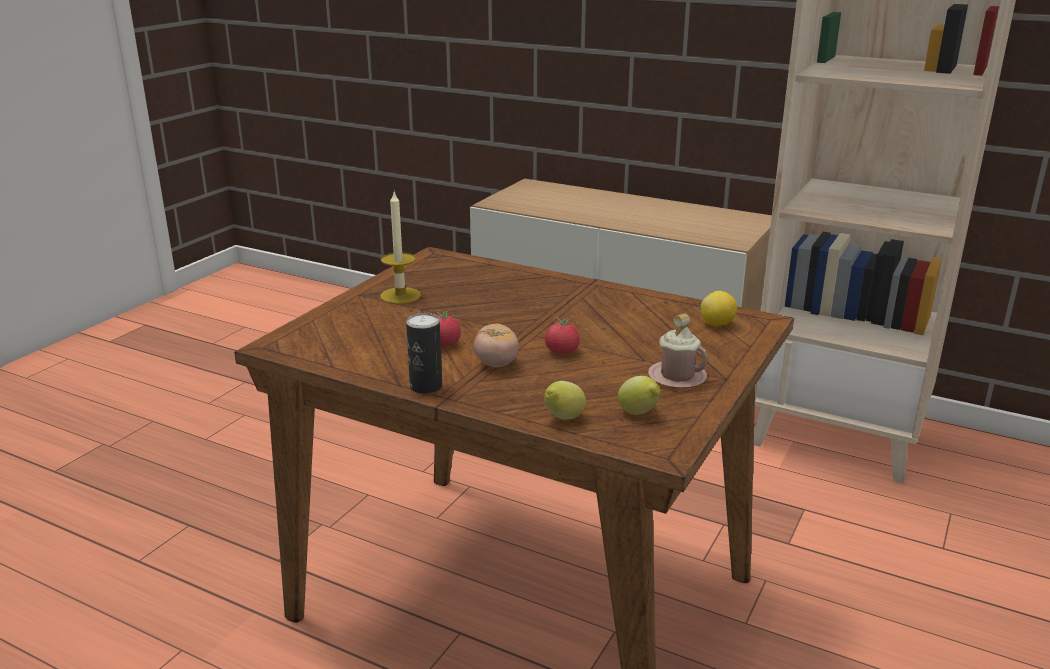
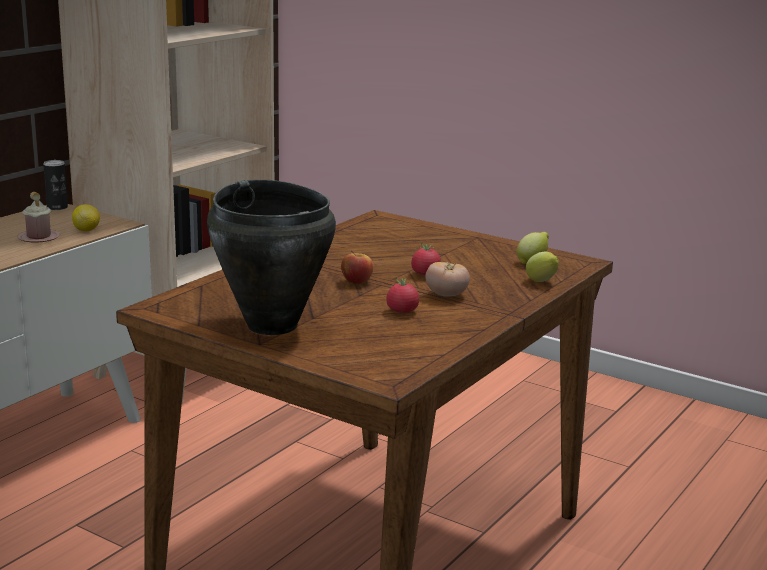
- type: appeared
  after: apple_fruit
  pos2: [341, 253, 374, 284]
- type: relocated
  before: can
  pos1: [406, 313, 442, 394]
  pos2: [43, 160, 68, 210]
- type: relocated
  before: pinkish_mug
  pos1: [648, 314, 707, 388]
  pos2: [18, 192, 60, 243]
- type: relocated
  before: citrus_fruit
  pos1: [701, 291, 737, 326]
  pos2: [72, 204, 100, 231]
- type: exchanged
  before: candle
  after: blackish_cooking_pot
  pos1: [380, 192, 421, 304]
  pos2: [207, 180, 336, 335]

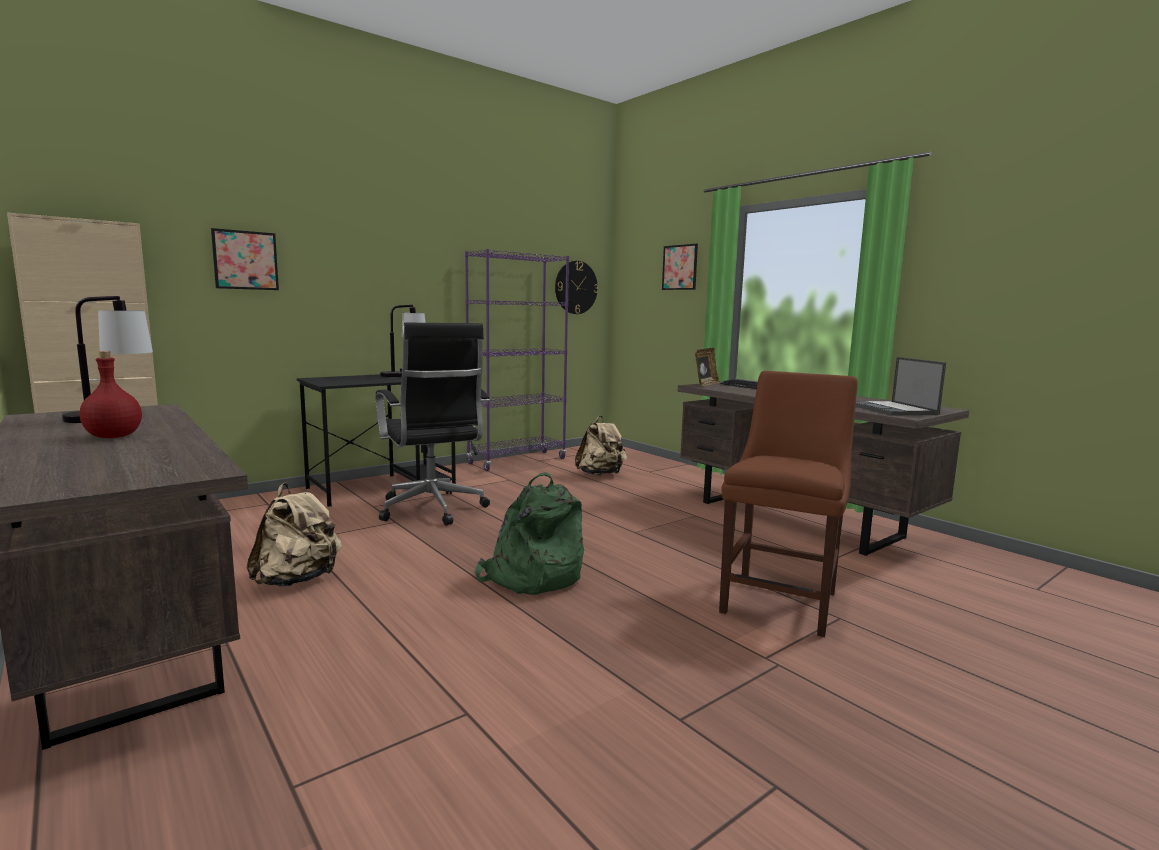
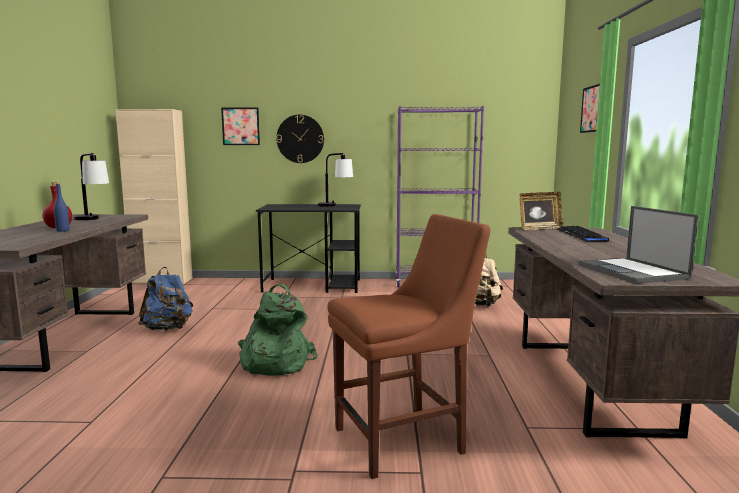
- type: missing
  before: blackish_office_chair
  pos1: [375, 323, 490, 526]
- type: appeared
  after: blue-coloured_beverage_bottle
  pos2: [54, 184, 70, 232]
- type: relocated
  before: wall_clock
  pos1: [555, 261, 598, 314]
  pos2: [276, 115, 324, 163]
- type: colour
  before: sand-coloured_backpack
  after: blue-coloured_backpack
  pos1: [247, 483, 342, 587]
  pos2: [138, 267, 193, 330]
- type: spun
  before: notebook_computer
  pos1: [855, 357, 946, 416]
  pos2: [578, 206, 699, 284]
  turn: -45

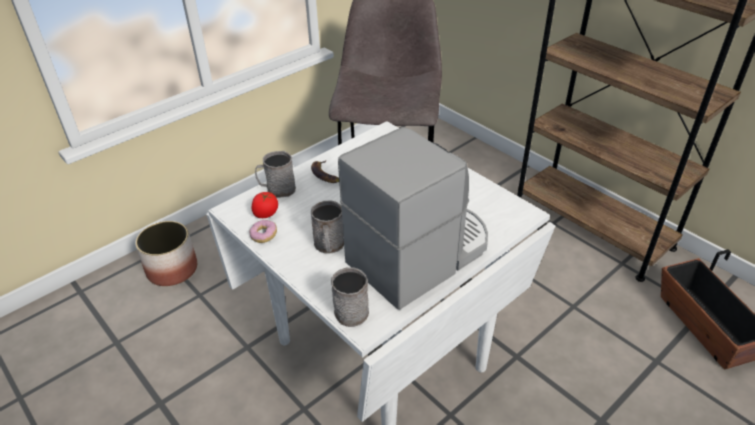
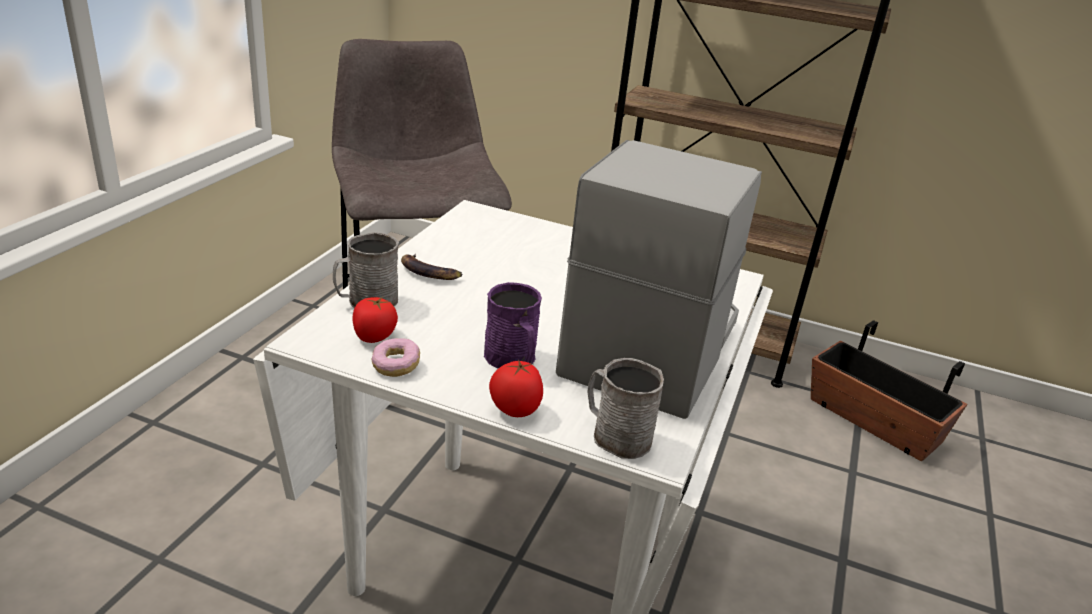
- type: missing
  before: planter
  pos1: [135, 221, 197, 286]
- type: appeared
  after: tomato
  pos2: [489, 359, 543, 417]
- type: colour
  before: greyish_mug
  after: purple_mug
  pos1: [311, 200, 344, 254]
  pos2: [484, 282, 542, 368]

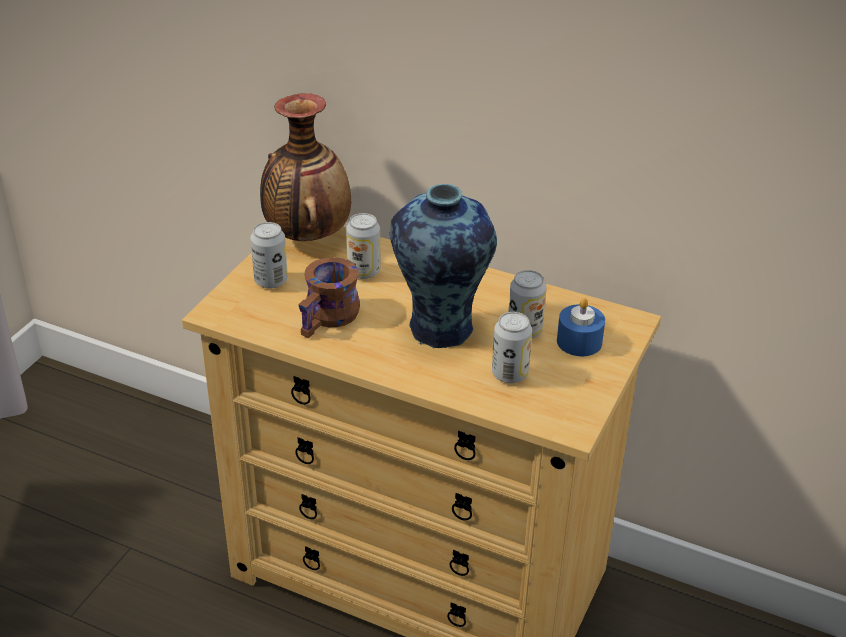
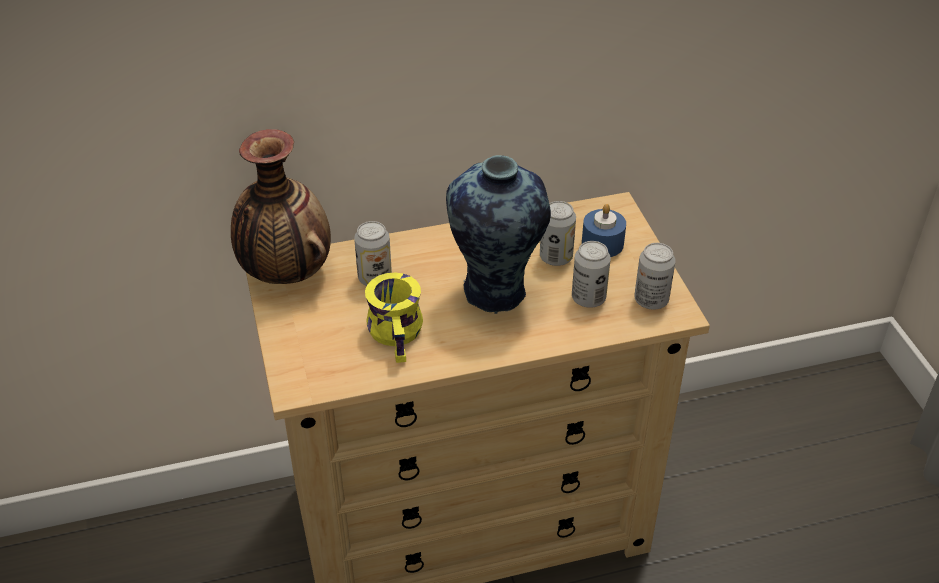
- type: relocated
  before: can
  pos1: [251, 222, 288, 289]
  pos2: [634, 243, 676, 310]
- type: colour
  before: brownish_mug
  after: yellowish_mug
  pos1: [298, 257, 360, 338]
  pos2: [365, 273, 423, 363]

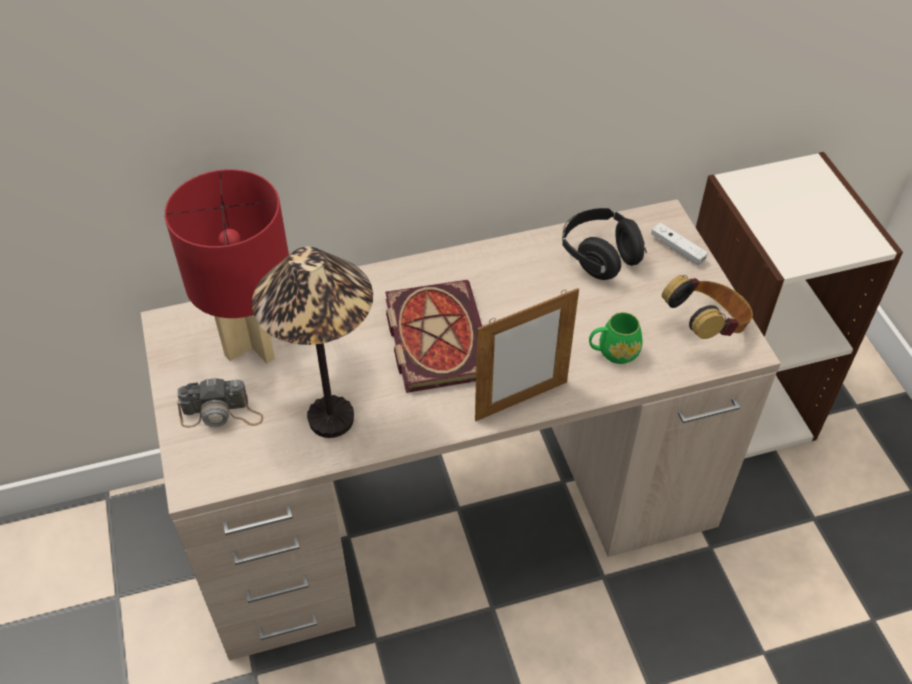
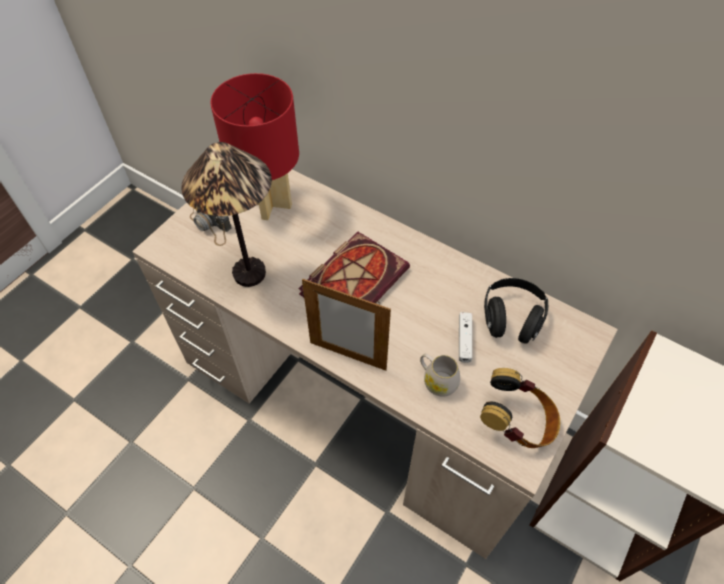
- type: relocated
  before: whitish_game_controller
  pos1: [651, 223, 708, 266]
  pos2: [459, 312, 472, 363]
- type: colour
  before: greenish_mug
  after: whitish_mug
  pos1: [589, 312, 642, 364]
  pos2: [420, 354, 460, 397]

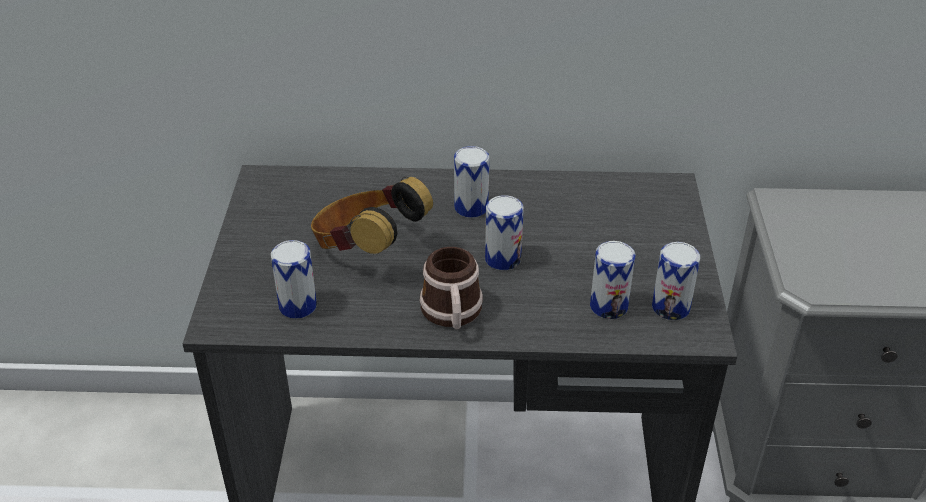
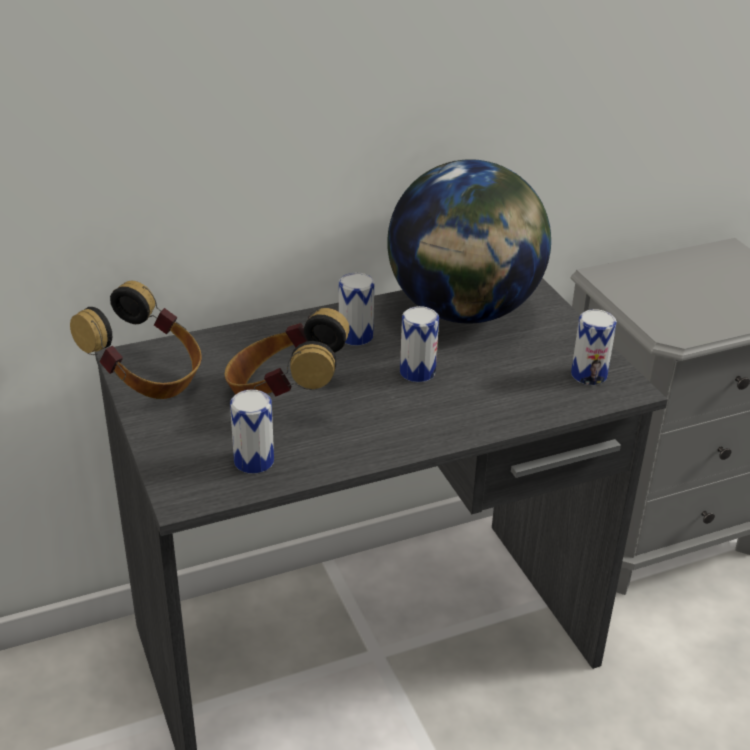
- type: missing
  before: mug
  pos1: [420, 247, 483, 329]
- type: missing
  before: can
  pos1: [590, 241, 636, 319]
- type: appeared
  after: headphones
  pos2: [70, 281, 202, 399]
- type: appeared
  after: world_globe
  pos2: [387, 159, 551, 324]

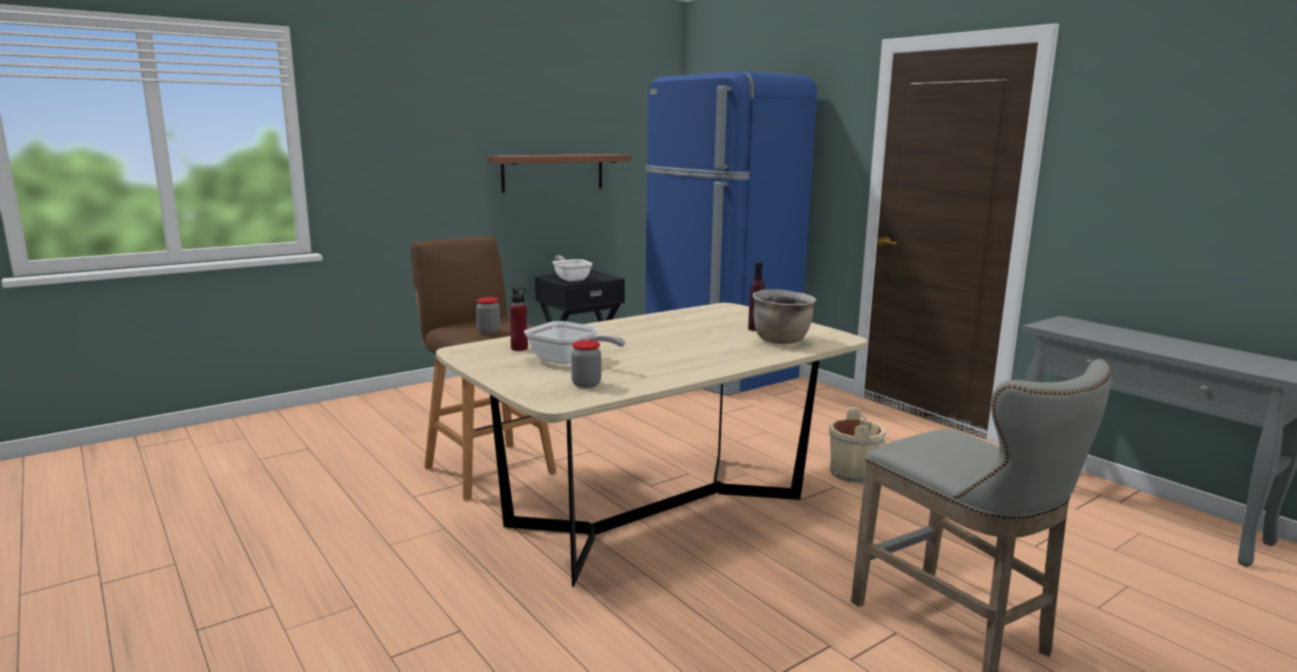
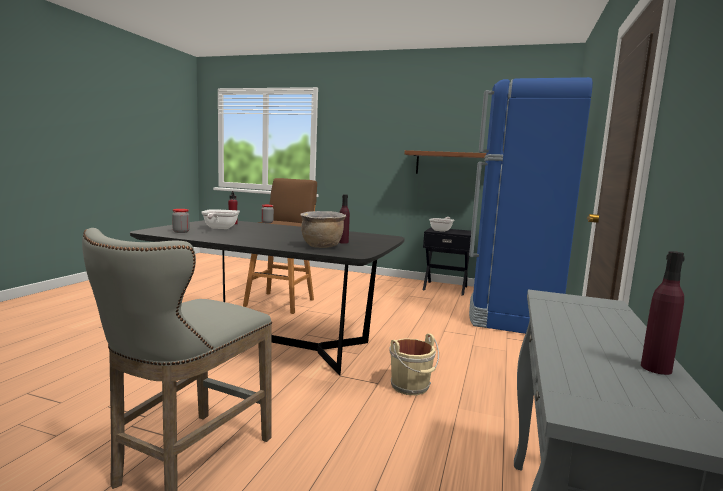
- type: appeared
  after: purple_beverage_bottle
  pos2: [641, 251, 685, 375]
- type: colour
  before: sand-coloured_kitchen_table
  after: blackish_kitchen_table
  pos1: [436, 303, 868, 587]
  pos2: [130, 220, 405, 376]

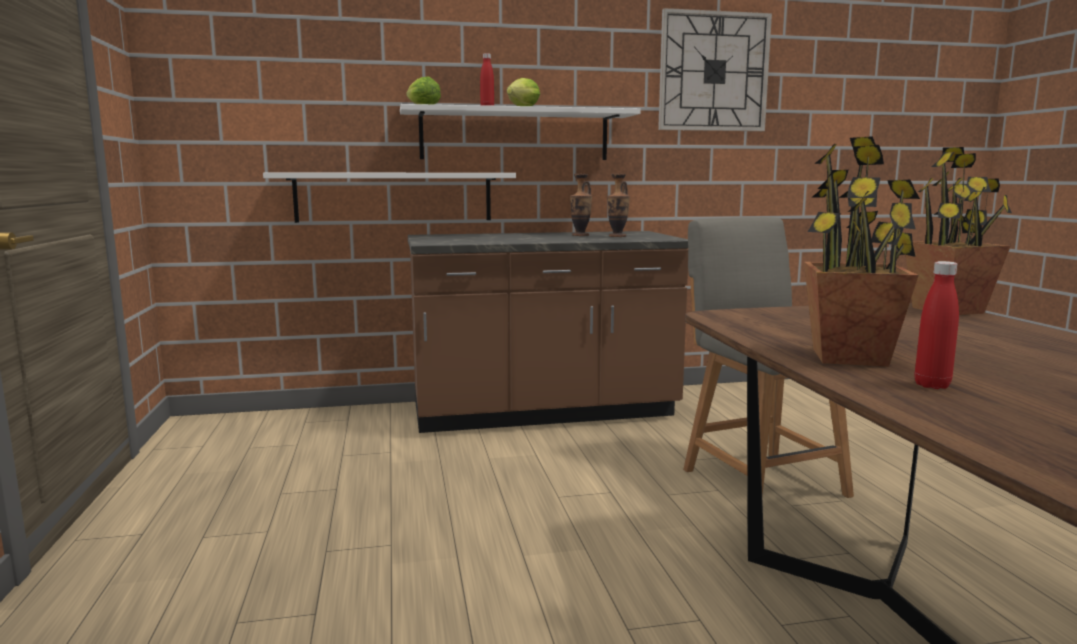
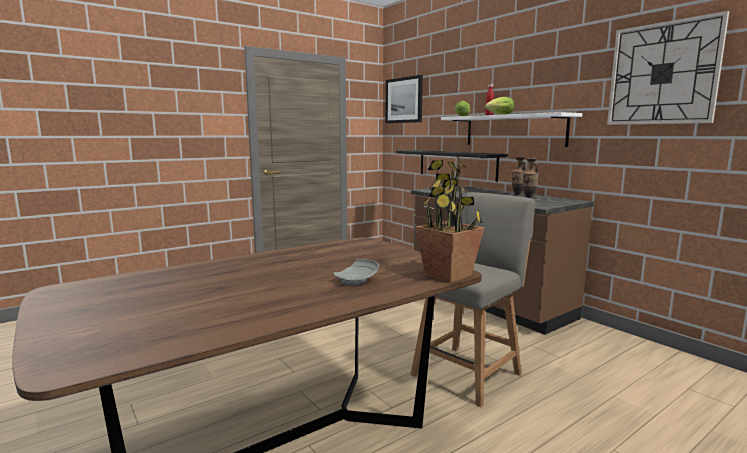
- type: missing
  before: potted_plant
  pos1: [804, 136, 920, 367]
- type: missing
  before: red-coloured_beverage_bottle
  pos1: [915, 261, 959, 389]
- type: appeared
  after: greyish_flat_dish
  pos2: [334, 259, 379, 285]
- type: appeared
  after: wall_picture
  pos2: [386, 75, 423, 123]
- type: colour
  before: whitish_bracket_shelf
  after: blackish_bracket_shelf
  pos1: [263, 173, 516, 223]
  pos2: [396, 150, 508, 182]

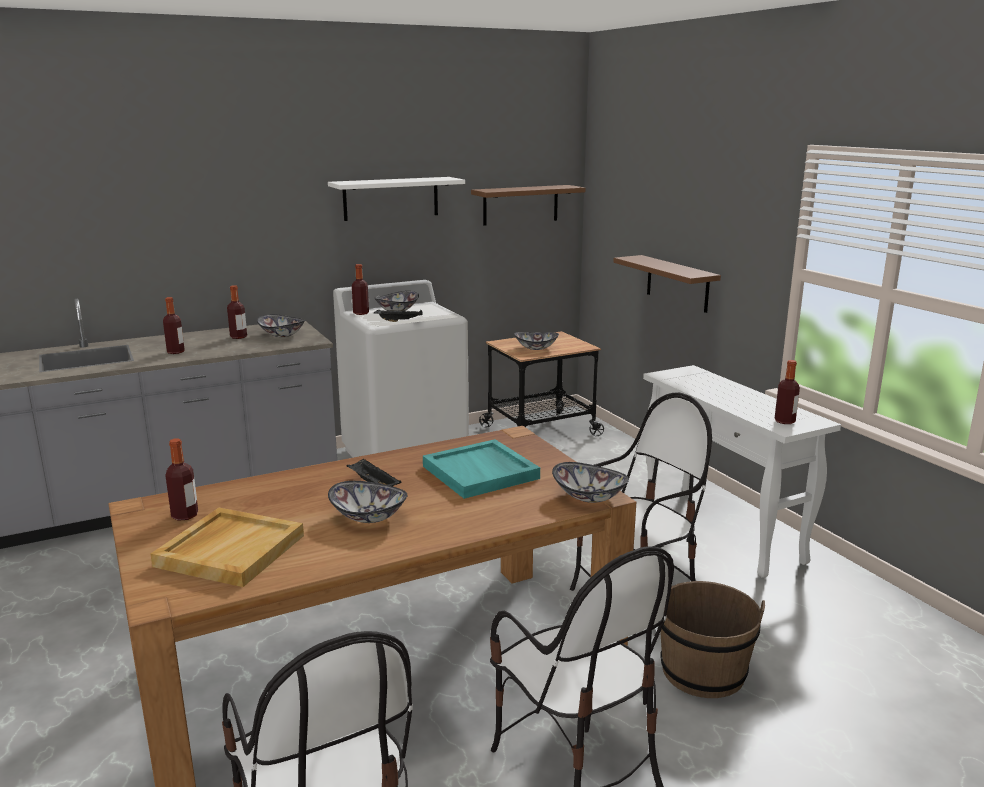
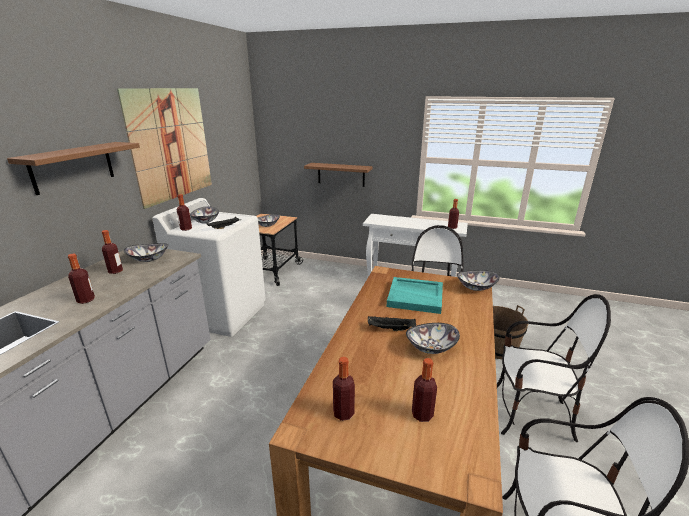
- type: relocated
  before: brownish_bracket_shelf
  pos1: [471, 185, 586, 226]
  pos2: [7, 142, 140, 195]
- type: exchanged
  before: sand-coloured_tray
  after: beverage_bottle
  pos1: [150, 508, 304, 587]
  pos2: [412, 358, 437, 422]
- type: exchanged
  before: whitish_bracket_shelf
  after: wall_picture
  pos1: [328, 177, 465, 221]
  pos2: [117, 88, 212, 209]

